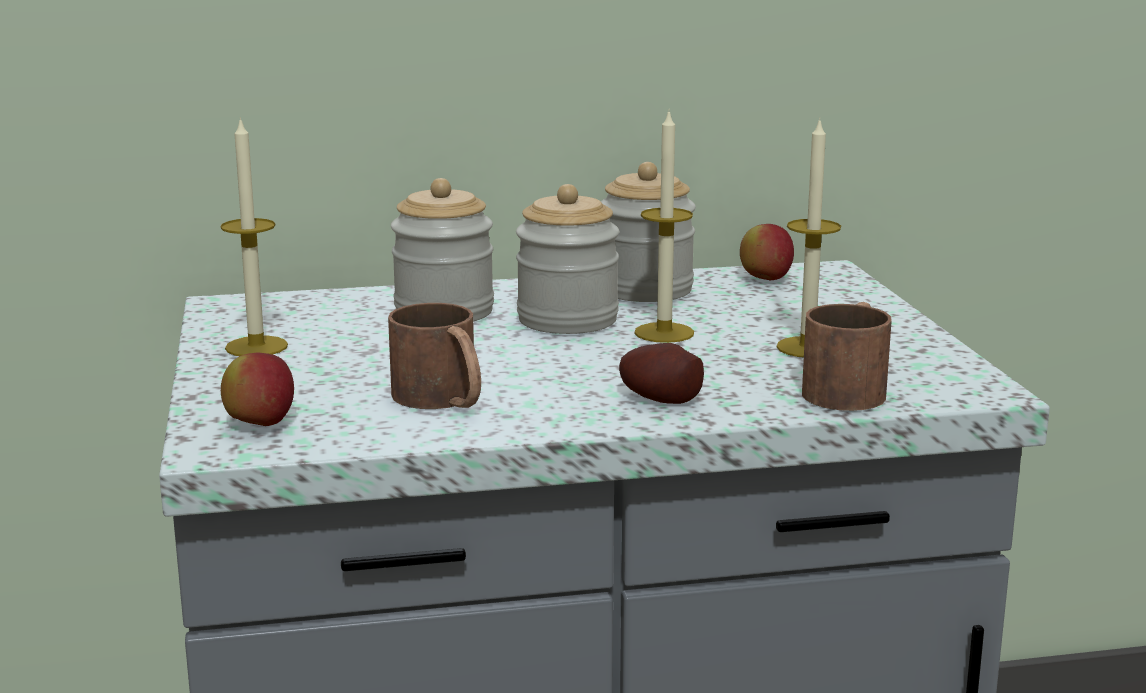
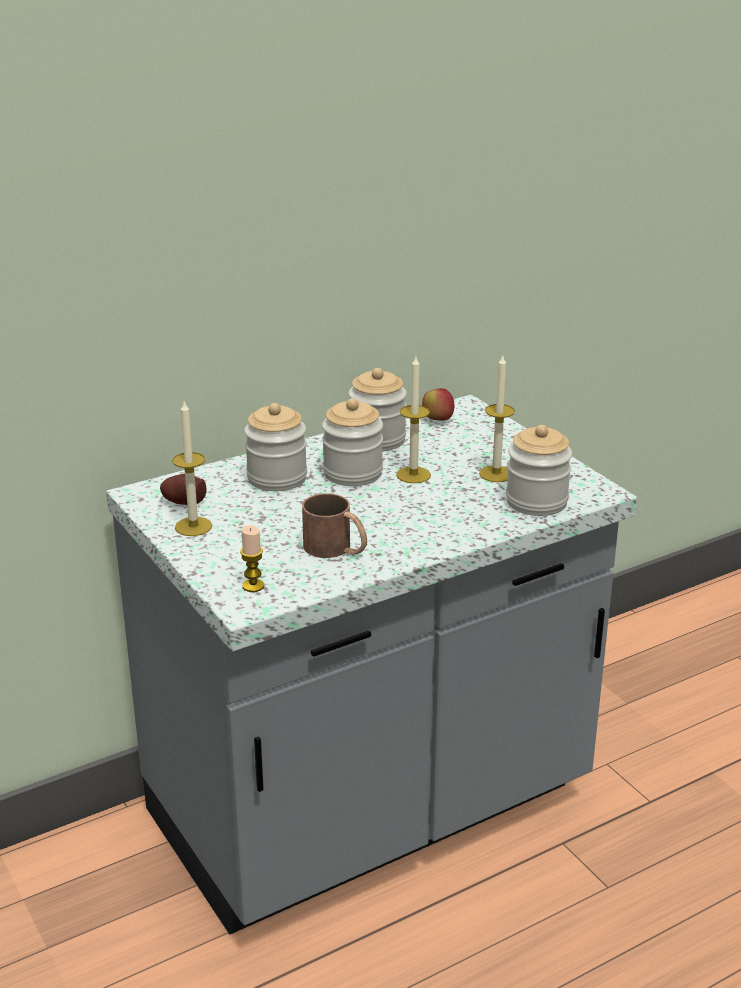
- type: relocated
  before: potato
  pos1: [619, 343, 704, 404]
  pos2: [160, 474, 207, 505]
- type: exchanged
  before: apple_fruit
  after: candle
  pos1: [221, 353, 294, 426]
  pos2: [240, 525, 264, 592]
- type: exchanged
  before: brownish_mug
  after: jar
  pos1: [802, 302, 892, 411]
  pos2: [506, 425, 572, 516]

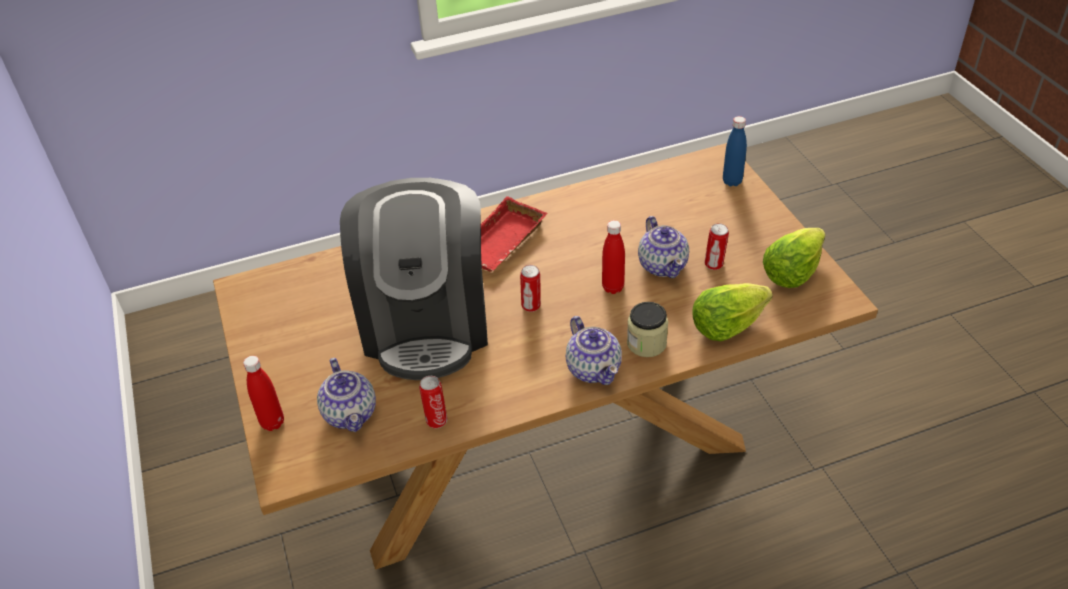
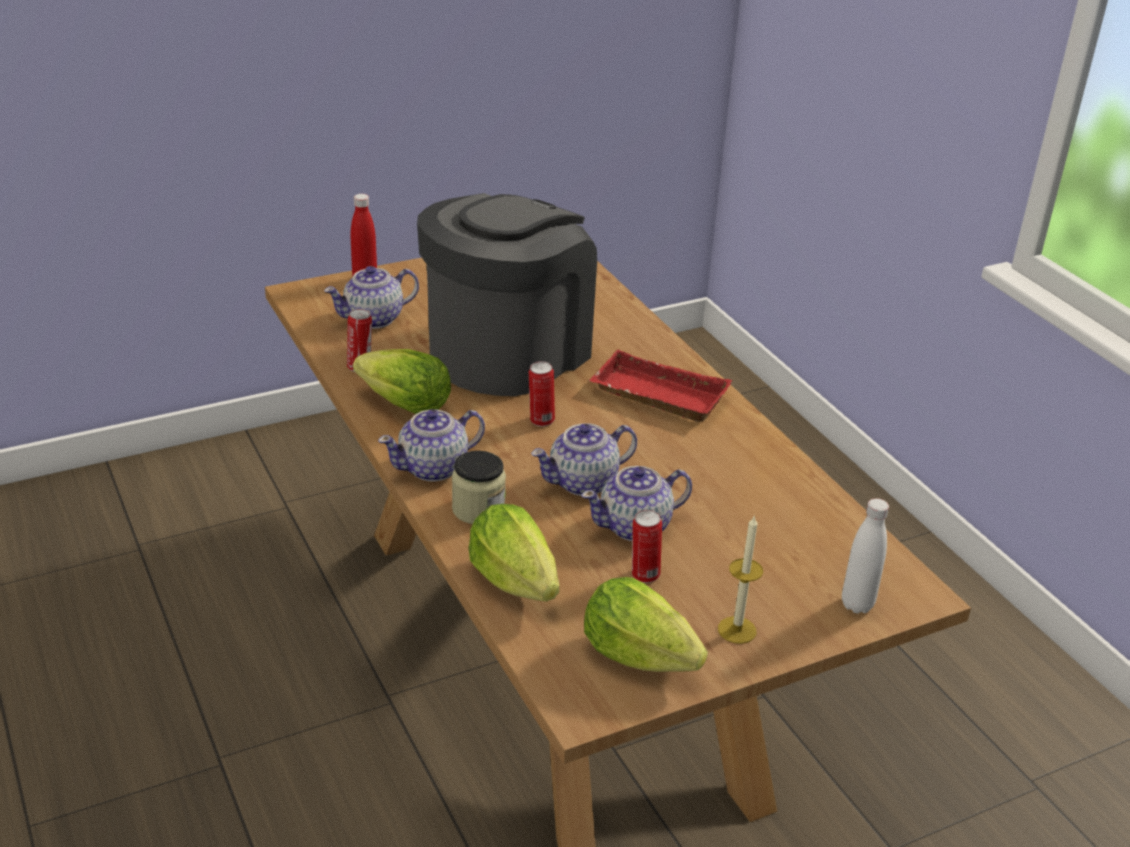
- type: appeared
  after: head_of_lettuce
  pos2: [353, 349, 451, 414]
- type: appeared
  after: candle
  pos2: [718, 515, 763, 644]
- type: exchanged
  before: red-coloured_beverage_bottle
  after: tea_pot
  pos1: [602, 220, 625, 294]
  pos2: [531, 423, 637, 496]
- type: colour
  before: blue-coloured_beverage_bottle
  after: whitish_beverage_bottle
  pos1: [723, 116, 747, 186]
  pos2: [842, 498, 889, 613]
- type: spun
  before: coffee_brewer
  pos1: [340, 178, 488, 380]
  pos2: [417, 193, 597, 396]
  turn: 135

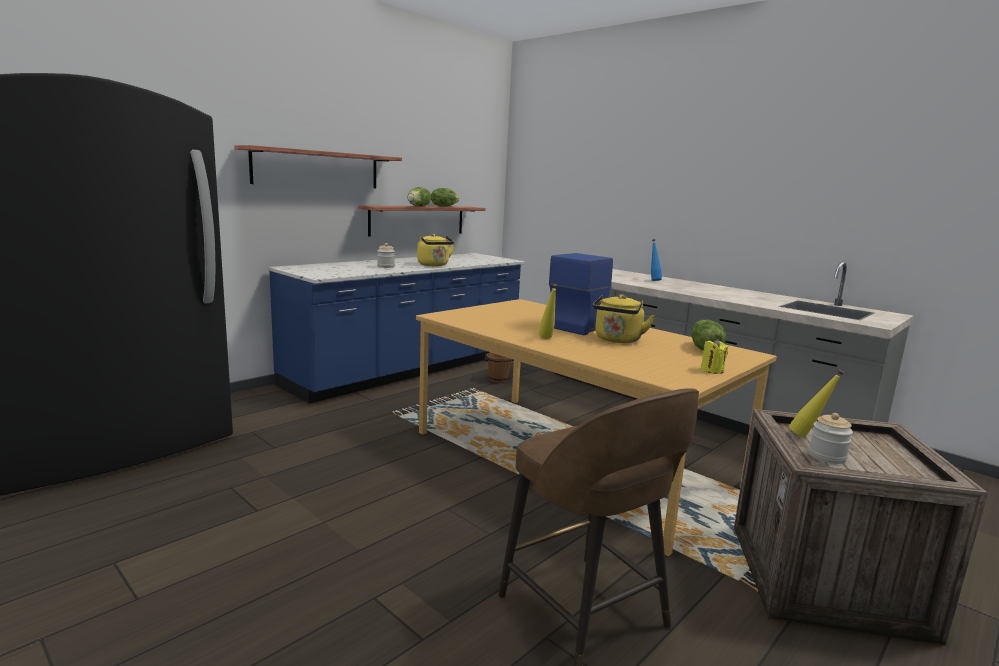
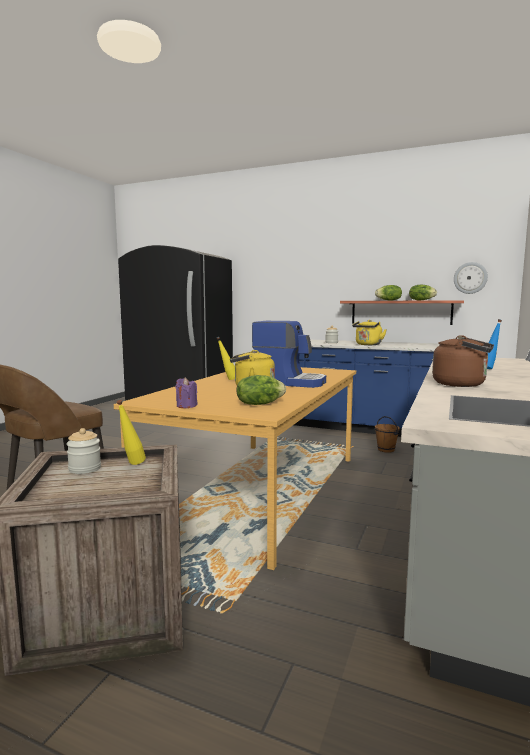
- type: missing
  before: bracket_shelf
  pos1: [235, 145, 402, 188]
- type: appeared
  after: brownish_tea_kettle
  pos2: [432, 335, 494, 387]
- type: appeared
  after: wall_clock
  pos2: [454, 262, 488, 294]
- type: colour
  before: yellowish_candle
  after: purple_candle
  pos1: [700, 339, 728, 374]
  pos2: [175, 377, 197, 408]

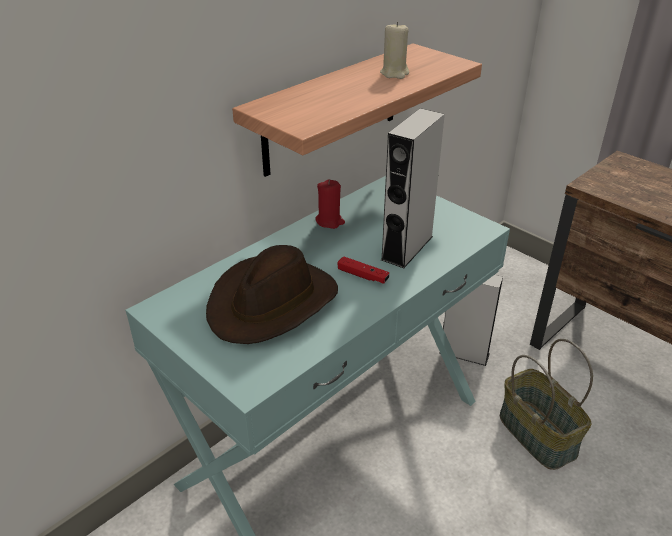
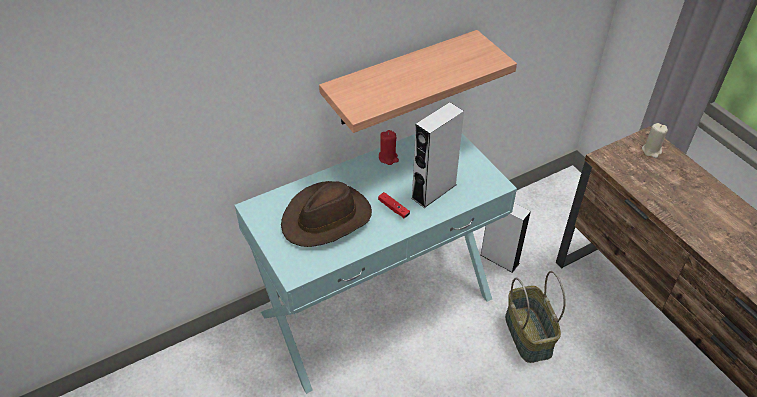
- type: relocated
  before: sand-coloured_candle
  pos1: [380, 22, 409, 79]
  pos2: [642, 123, 668, 158]

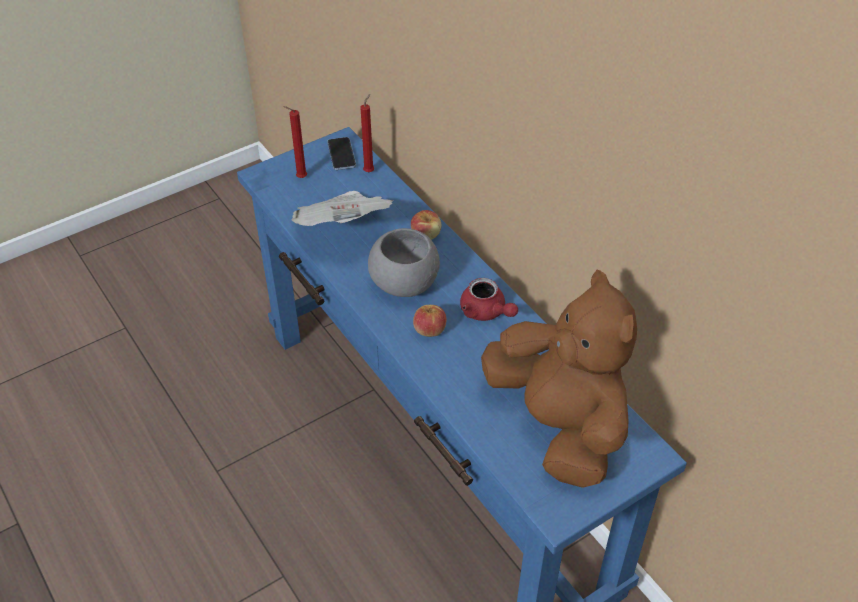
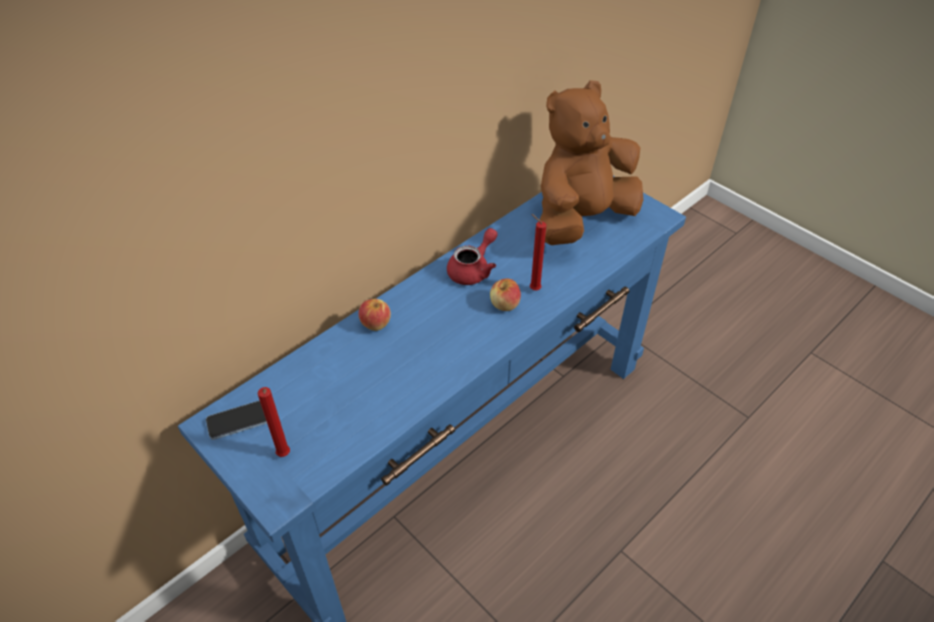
- type: missing
  before: newspaper
  pos1: [291, 191, 394, 226]
- type: missing
  before: greyish_serving_bowl
  pos1: [368, 228, 440, 297]
- type: relocated
  before: red-coloured_candle
  pos1: [360, 94, 374, 172]
  pos2: [530, 214, 547, 291]

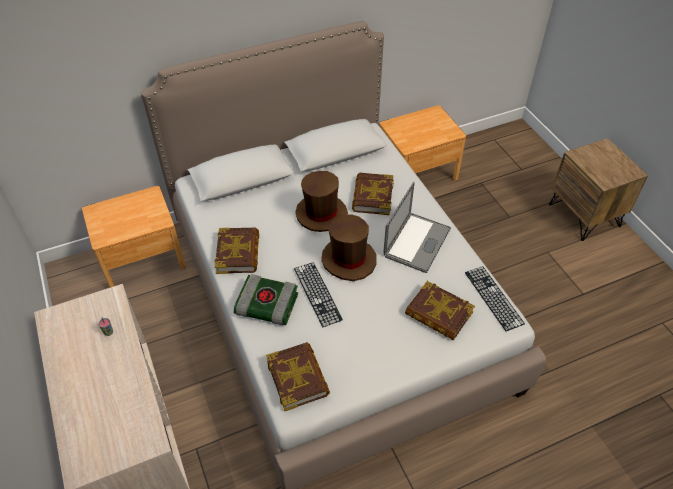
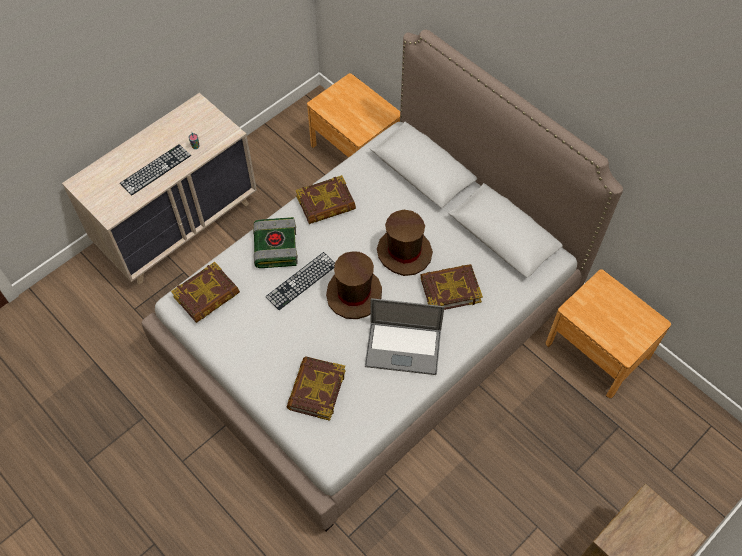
- type: relocated
  before: keyboard
  pos1: [465, 266, 525, 331]
  pos2: [120, 144, 191, 195]

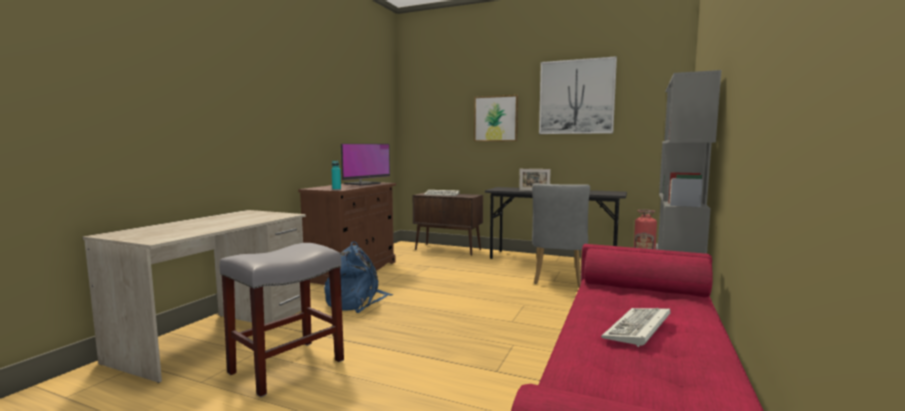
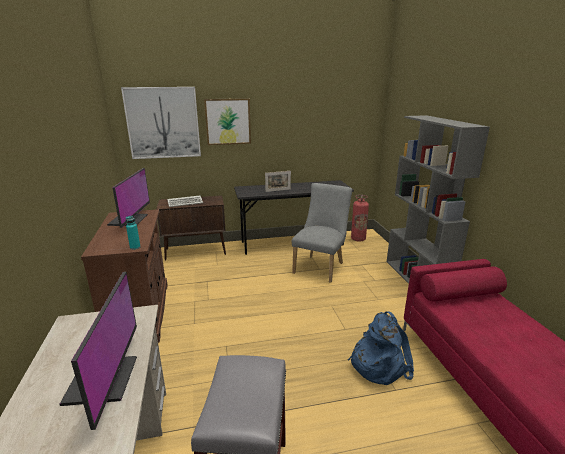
- type: missing
  before: keyboard
  pos1: [601, 308, 671, 347]
- type: appeared
  after: computer_display
  pos2: [59, 272, 137, 430]
- type: relocated
  before: blue-coloured_backpack
  pos1: [324, 241, 393, 313]
  pos2: [348, 311, 414, 385]
- type: relocated
  before: wall_picture
  pos1: [539, 56, 617, 134]
  pos2: [121, 87, 201, 159]
- type: spun
  before: greyish_plain_chair
  pos1: [532, 183, 590, 287]
  pos2: [292, 183, 352, 283]
  turn: -135

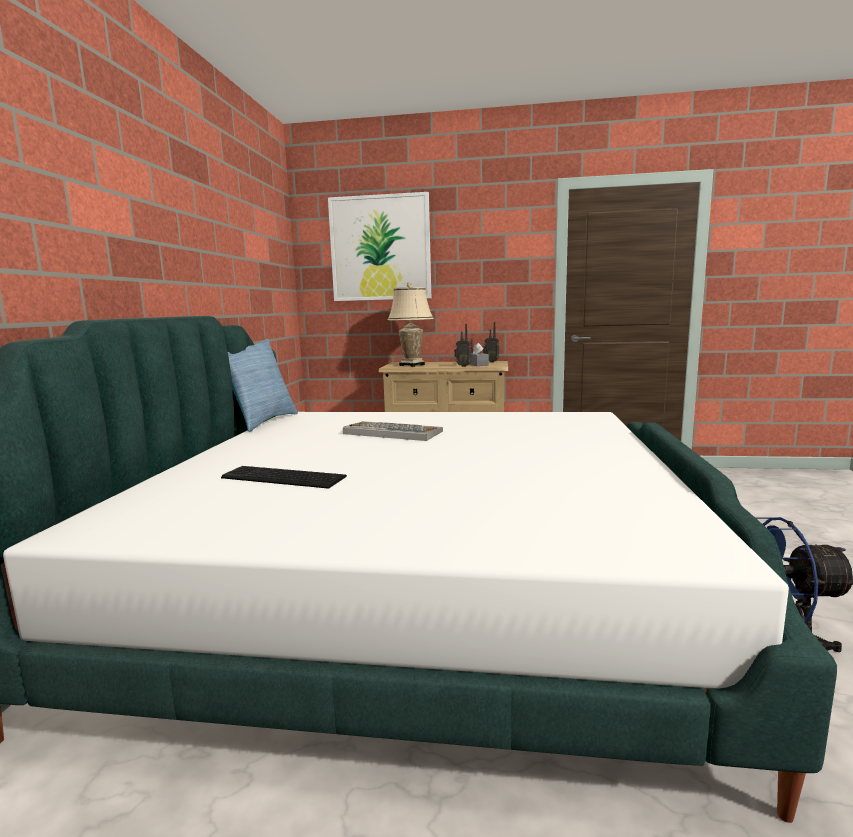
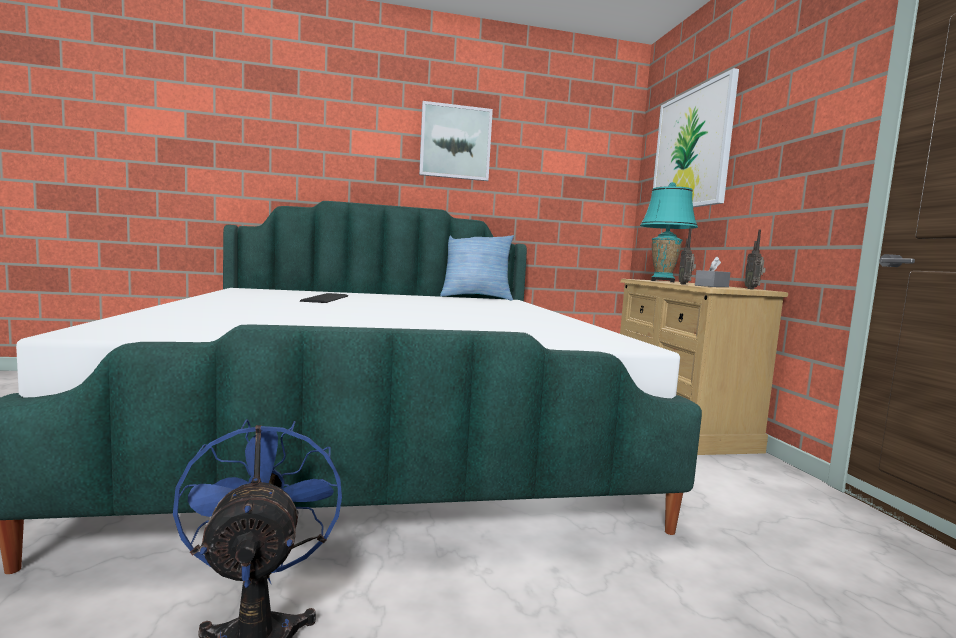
- type: missing
  before: keyboard
  pos1: [343, 421, 443, 441]
- type: appeared
  after: wall_picture
  pos2: [419, 101, 493, 181]
- type: colour
  before: sand-coloured_tabletop_lamp
  after: blue-green_tabletop_lamp
  pos1: [388, 282, 434, 367]
  pos2: [640, 182, 698, 282]

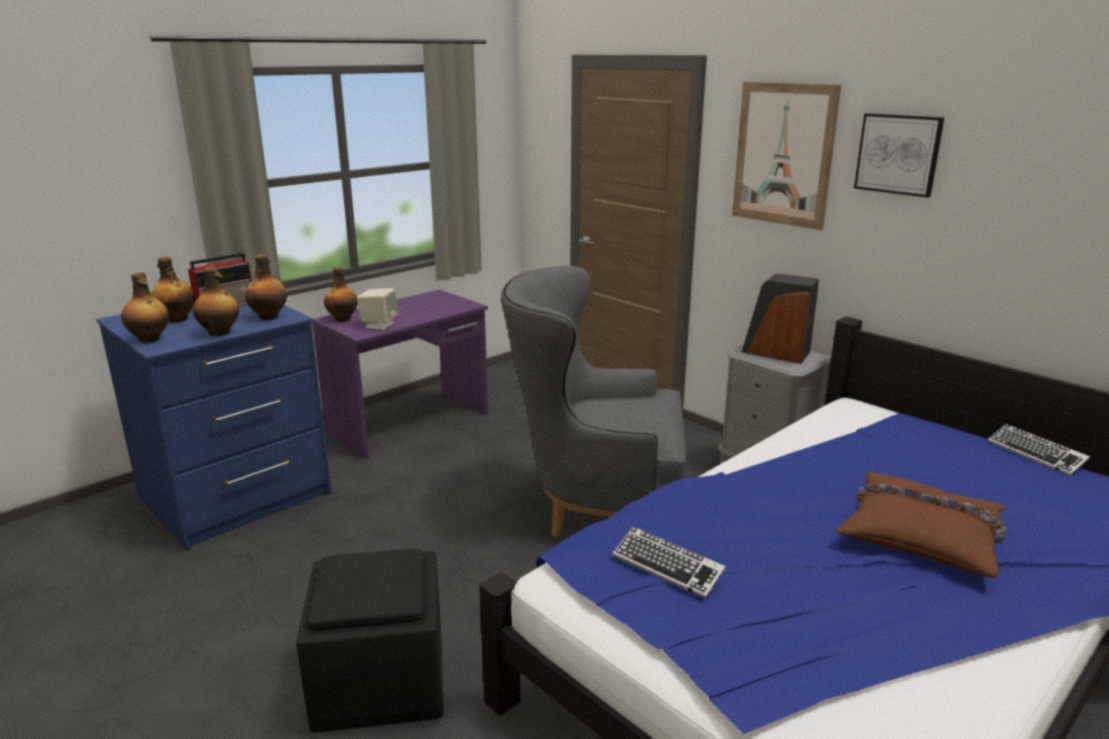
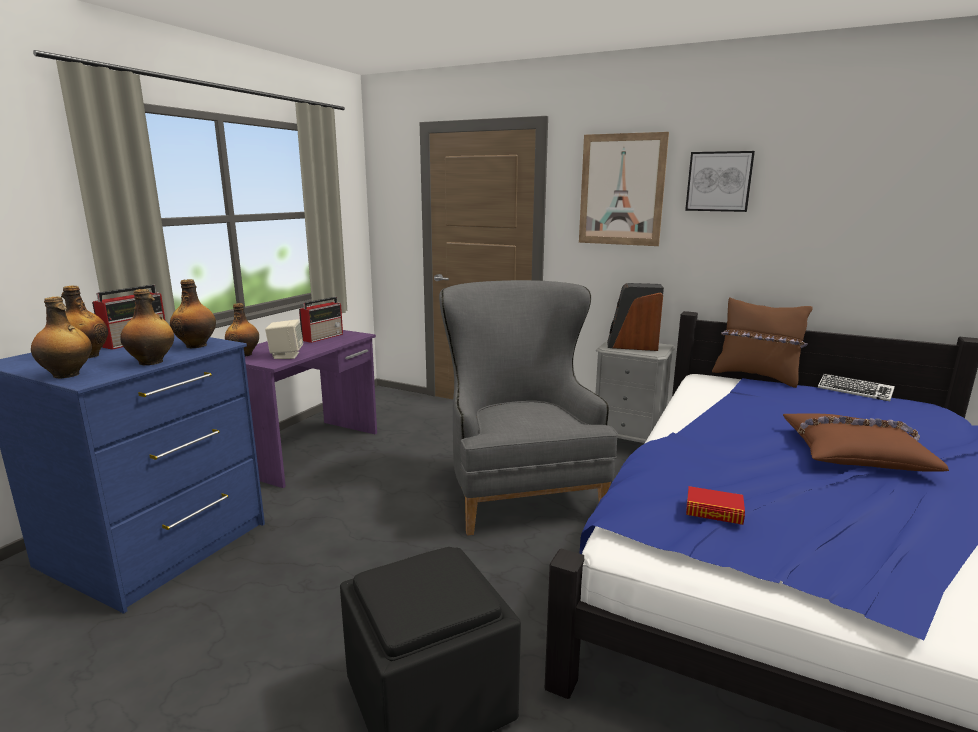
- type: appeared
  after: radio_set
  pos2: [299, 297, 343, 343]
- type: appeared
  after: brownish_throw_pillow
  pos2: [712, 297, 813, 388]
- type: exchanged
  before: keyboard
  after: bound_book
  pos1: [613, 527, 726, 599]
  pos2: [686, 486, 745, 525]
- type: spun
  before: greyish_armchair
  pos1: [501, 266, 686, 537]
  pos2: [439, 280, 618, 536]
  turn: 90

